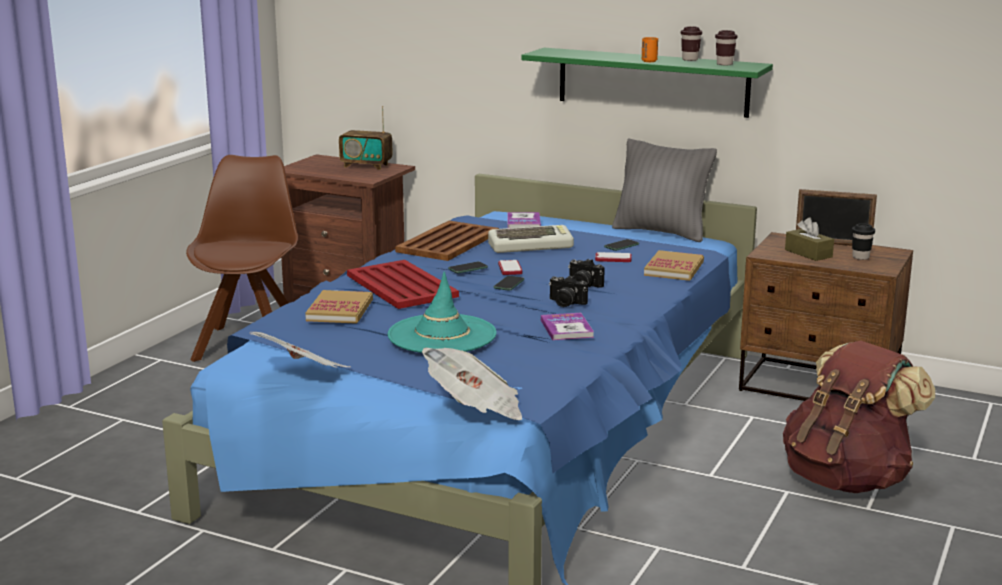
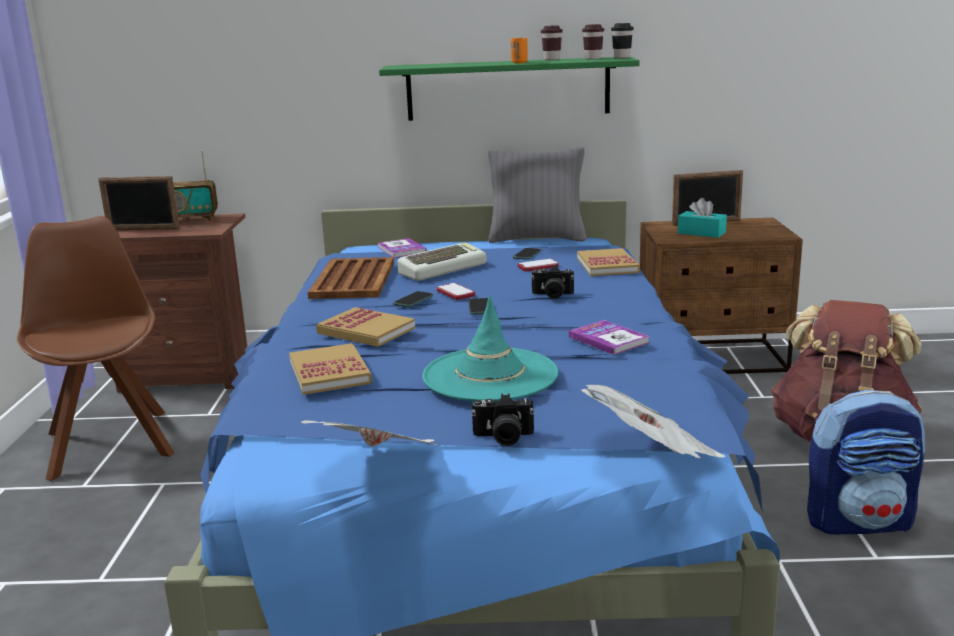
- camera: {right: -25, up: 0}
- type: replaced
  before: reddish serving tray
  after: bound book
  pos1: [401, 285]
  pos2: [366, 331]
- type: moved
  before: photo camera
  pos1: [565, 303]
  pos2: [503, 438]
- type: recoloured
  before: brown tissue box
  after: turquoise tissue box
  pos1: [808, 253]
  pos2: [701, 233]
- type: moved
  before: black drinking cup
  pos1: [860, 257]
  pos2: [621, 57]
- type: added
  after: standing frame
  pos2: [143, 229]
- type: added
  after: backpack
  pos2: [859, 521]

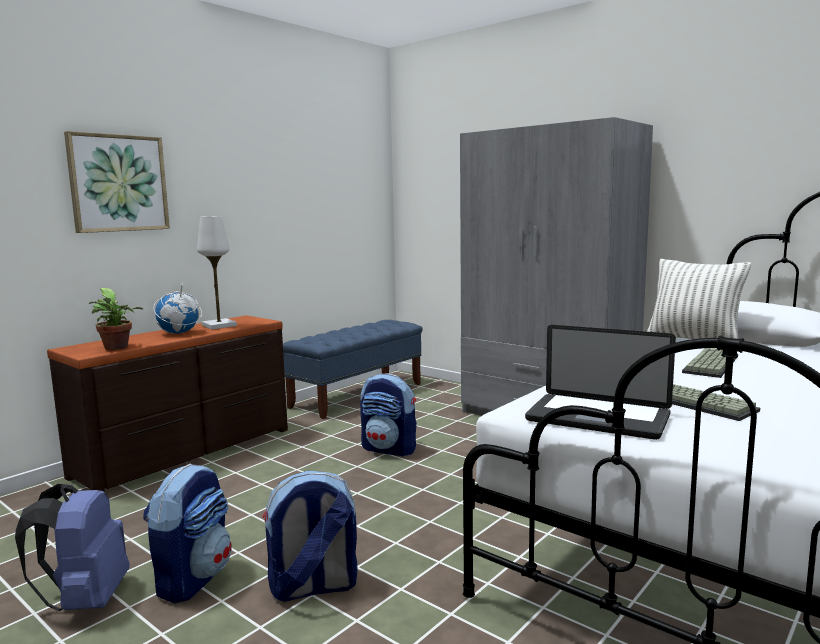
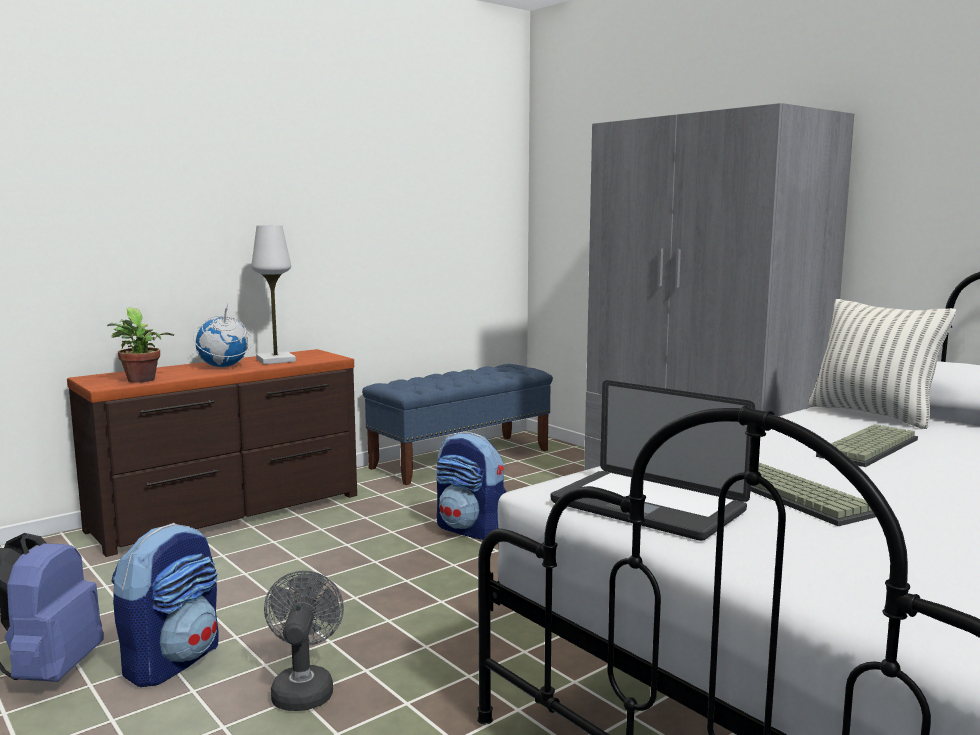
- camera: {right: 10, up: 0}
- type: removed
  before: picture
  pos1: [118, 183]
- type: replaced
  before: backpack
  after: grey electric fan
  pos1: [313, 587]
  pos2: [303, 688]

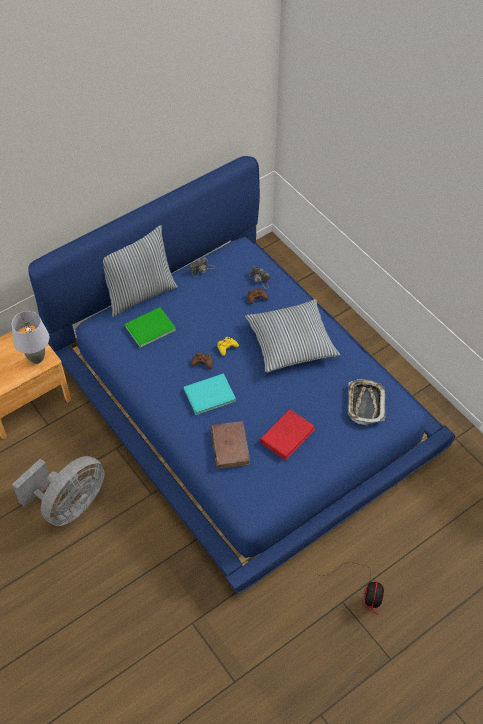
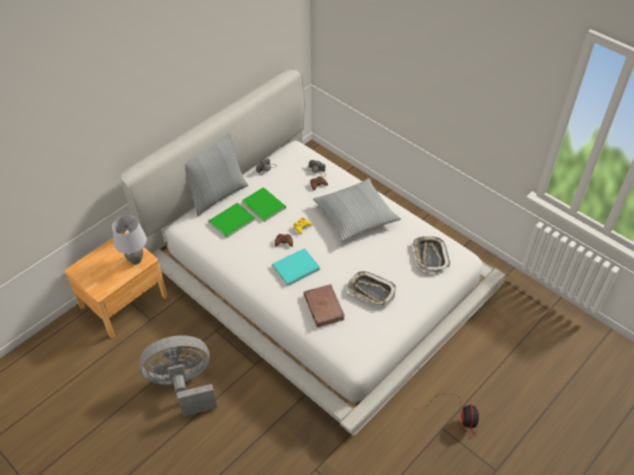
- camera: {right: -10, up: -5}
- type: turned
  before: grey electric fan
  pos1: [69, 505]
  pos2: [183, 385]
  turn: -135
- type: recoloured
  before: blue bedroom bed
  after: whitish bedroom bed
  pos1: [241, 403]
  pos2: [317, 277]
- type: replaced
  before: reddish bound book
  after: serving tray
  pos1: [287, 436]
  pos2: [371, 291]
- type: added
  after: green-coloured bound book
  pos2: [264, 204]

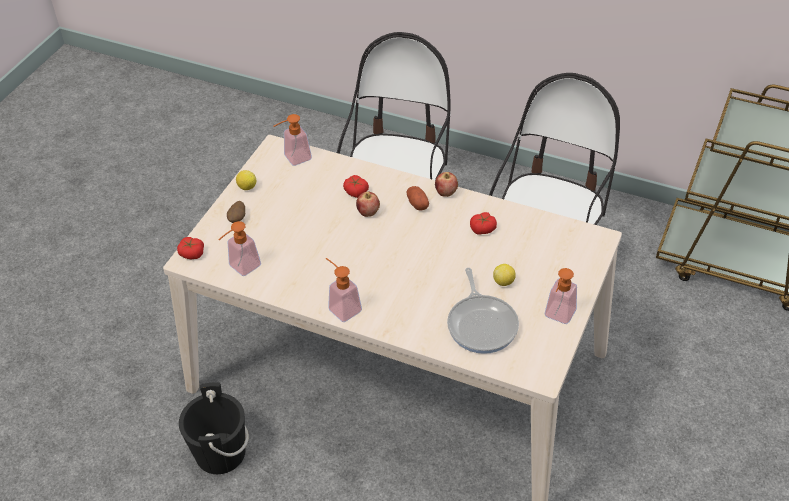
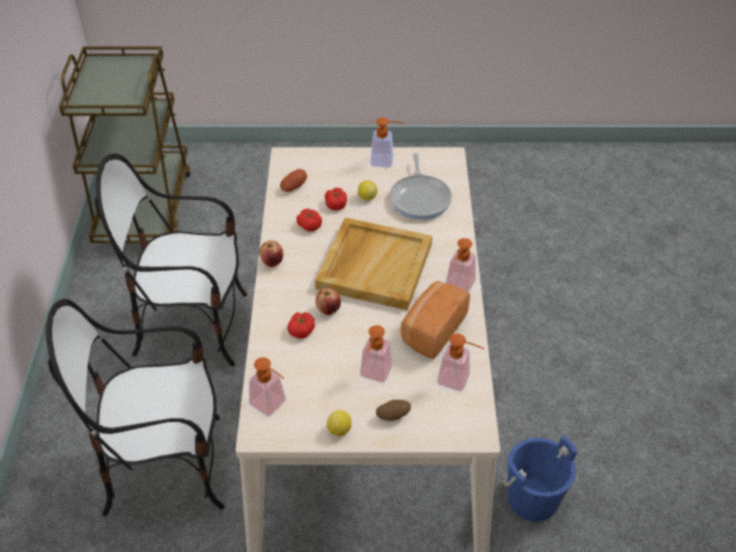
- camera: {right: -115, up: 0}
- type: moved
  before: whole tomato
  pos1: [192, 253]
  pos2: [336, 204]
- type: recoloured
  before: black water bucket
  after: blue water bucket
  pos1: [220, 453]
  pos2: [533, 498]
- type: moved
  before: whole potato
  pos1: [417, 203]
  pos2: [294, 187]
- type: turned
  before: skillet
  pos1: [482, 324]
  pos2: [420, 198]
  turn: 120
- type: added
  after: sand-coloured serving tray
  pos2: [374, 265]
- type: added
  after: soap dispenser
  pos2: [374, 375]
- type: added
  after: bakery bread
  pos2: [431, 330]

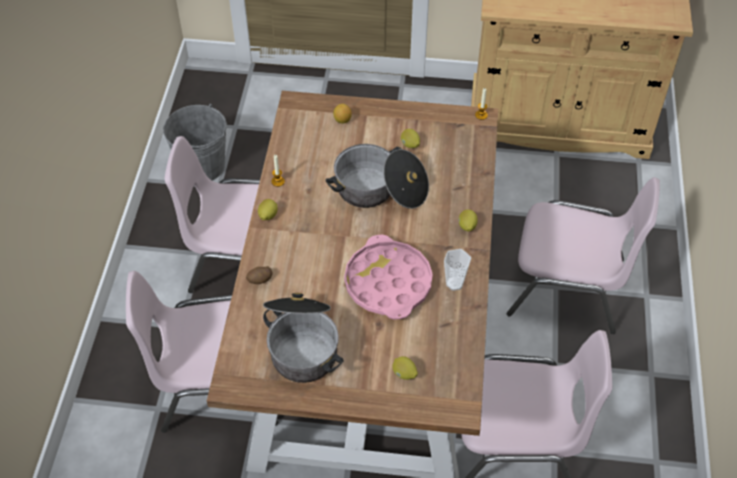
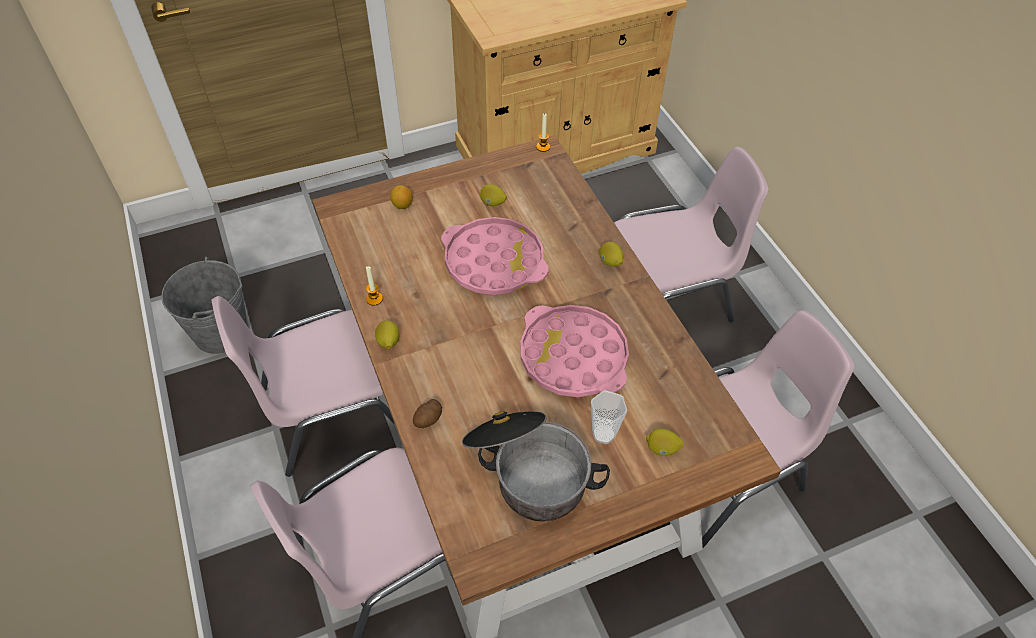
- camera: {right: -30, up: 0}
- type: replaced
  before: cooking pot
  after: pink-coloured serving tray
  pos1: [379, 190]
  pos2: [494, 262]
- type: moved
  before: drinking cup
  pos1: [454, 283]
  pos2: [603, 434]

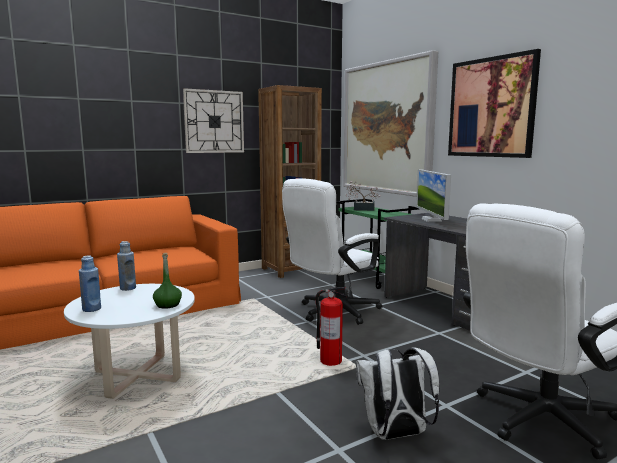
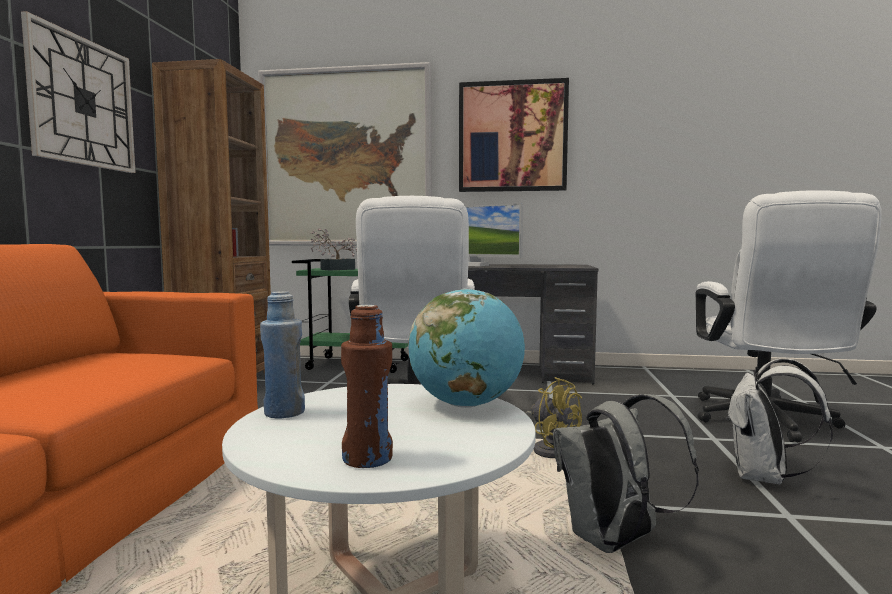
- camera: {right: -50, up: -5}
- type: recoloured
  before: blue bottle
  after: brown bottle
  pos1: [91, 309]
  pos2: [367, 459]
- type: replaced
  before: green-coloured bottle
  after: world globe
  pos1: [168, 305]
  pos2: [466, 405]
- type: replaced
  before: extinguisher
  after: yellow electric fan
  pos1: [330, 361]
  pos2: [550, 449]
- type: added
  after: grey backpack
  pos2: [615, 542]

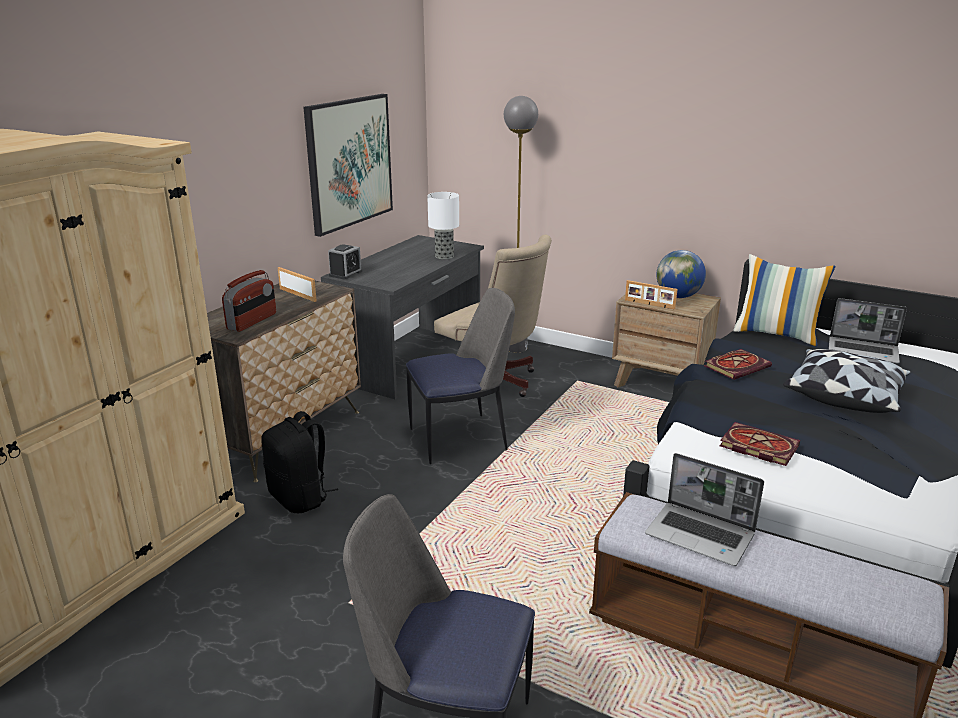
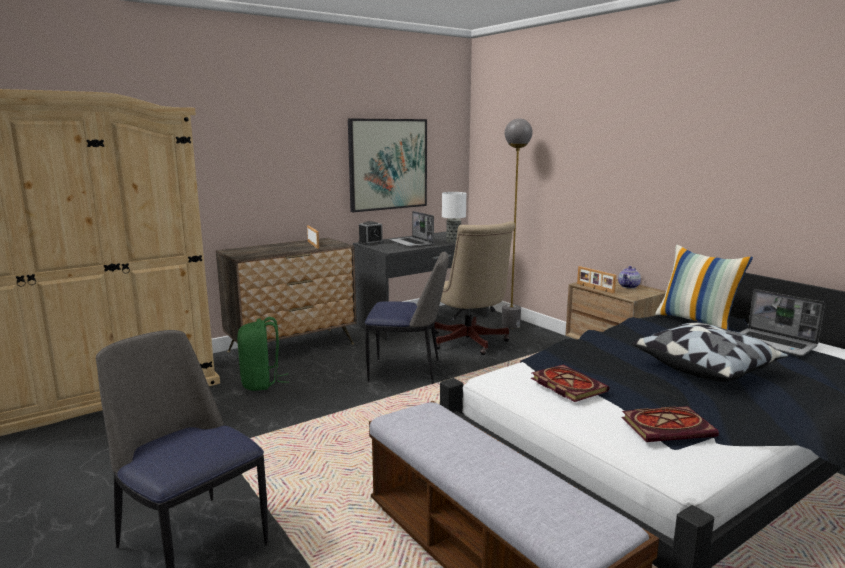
- camera: {right: 25, up: -10}
- type: removed
  before: radio receiver
  pos1: [252, 321]
- type: recoloured
  before: black backpack
  after: green-coloured backpack
  pos1: [300, 498]
  pos2: [261, 383]
- type: moved
  before: laptop
  pos1: [701, 535]
  pos2: [412, 243]
- type: replaced
  before: world globe
  after: tea pot
  pos1: [678, 296]
  pos2: [629, 286]
- type: moved
  before: bound book
  pos1: [737, 366]
  pos2: [668, 427]

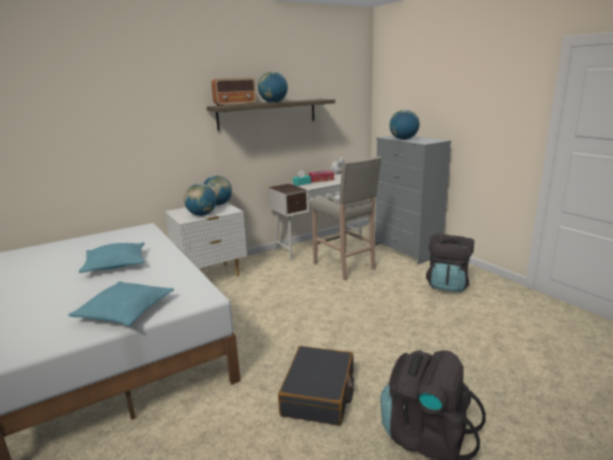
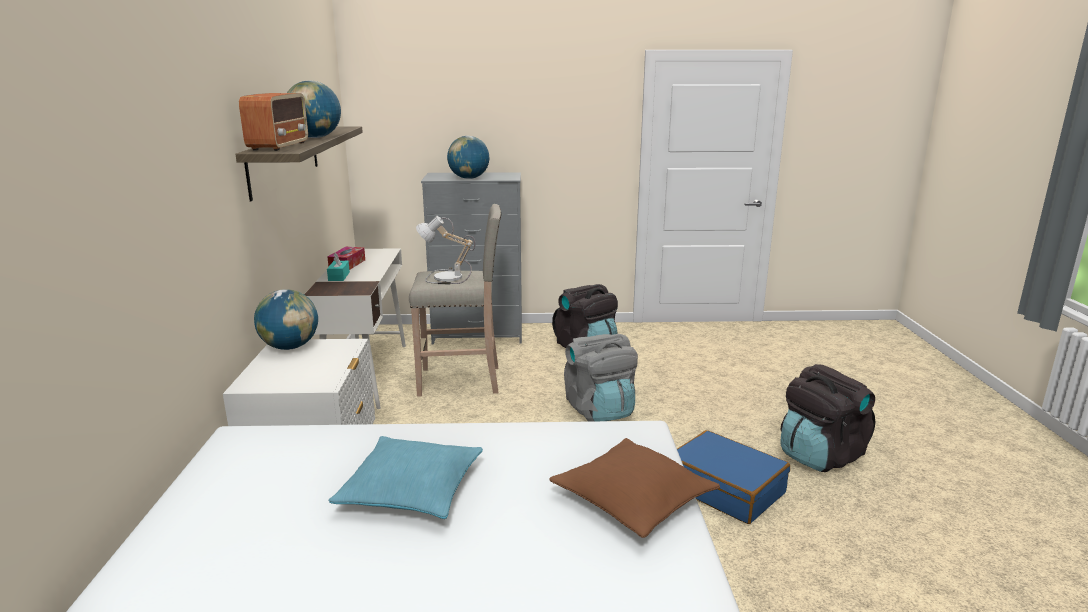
- camera: {right: -60, up: 0}
- type: recoloured
  before: turquoise pillow
  after: brown pillow
  pos1: [125, 311]
  pos2: [633, 499]
- type: removed
  before: world globe
  pos1: [202, 214]
- type: recoloured
  before: black travel case
  after: blue travel case
  pos1: [319, 394]
  pos2: [725, 489]
- type: added
  after: grey backpack
  pos2: [599, 410]

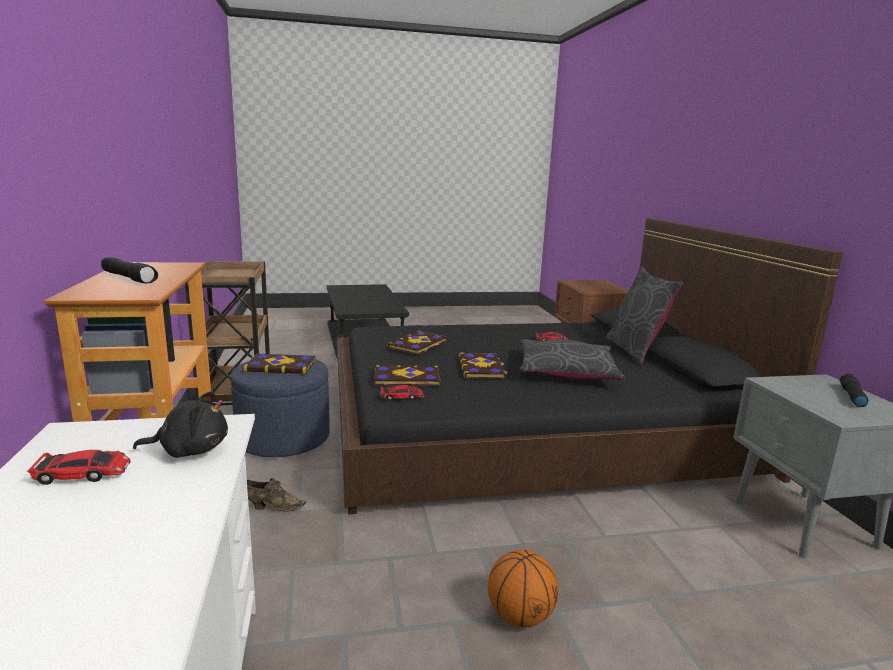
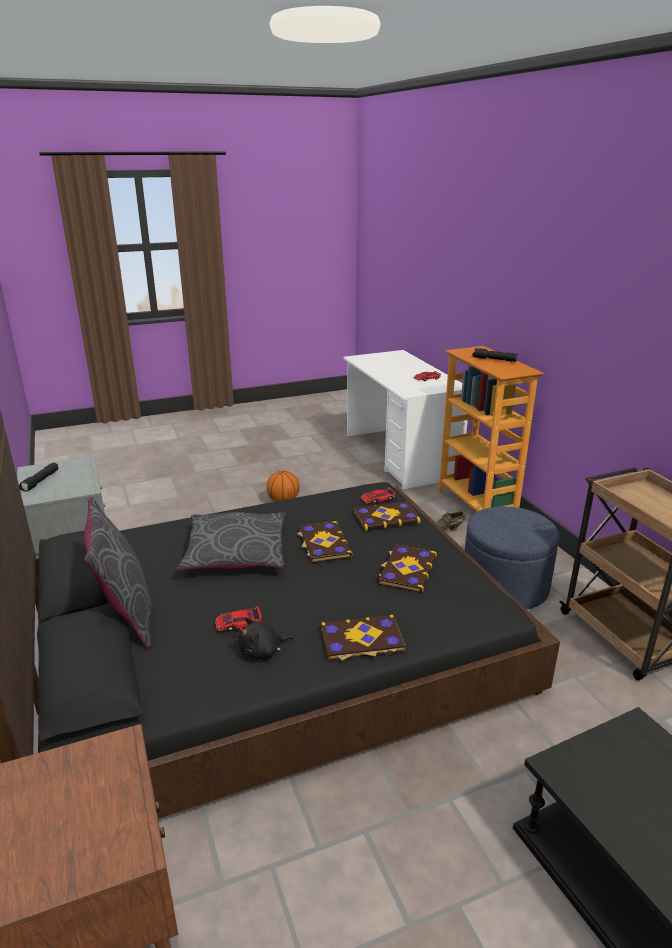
- camera: {right: 170, up: 10}
- type: moved
  before: black soft toy
  pos1: [190, 450]
  pos2: [262, 651]
- type: moved
  before: bound book
  pos1: [281, 366]
  pos2: [362, 640]

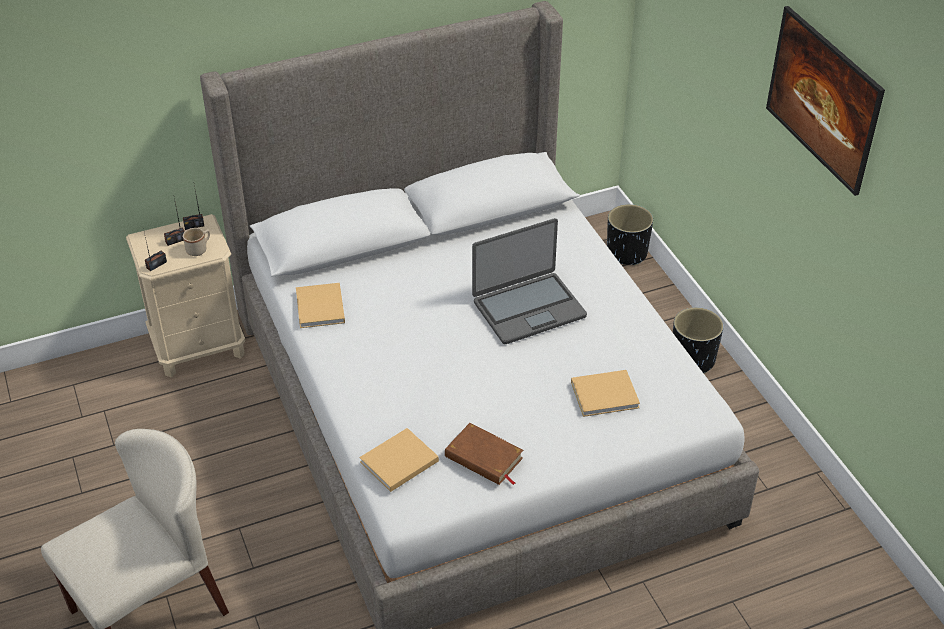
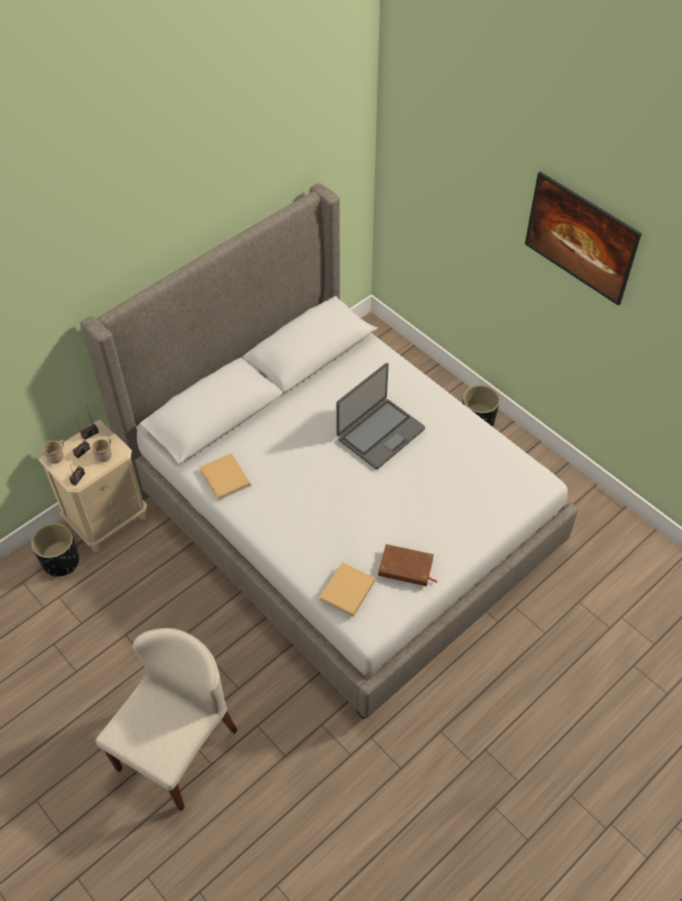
- camera: {right: -20, up: 10}
- type: removed
  before: sand-coloured bound book
  pos1: [606, 395]
- type: moved
  before: black plant pot
  pos1: [627, 253]
  pos2: [61, 561]
- type: added
  after: sand-coloured mug
  pos2: [57, 456]

